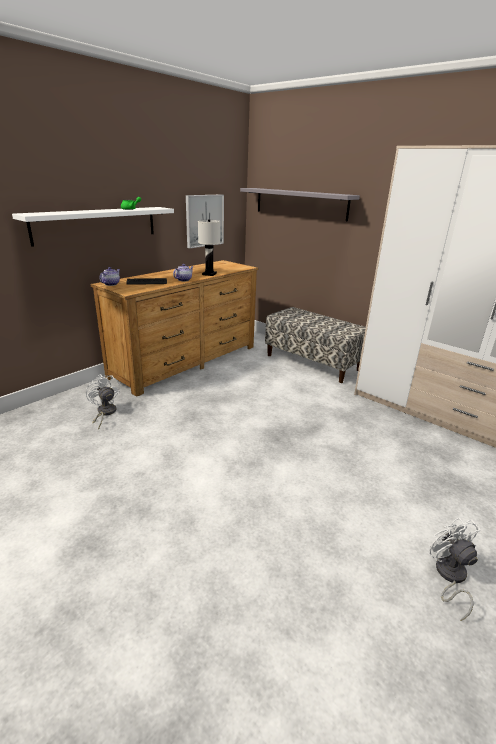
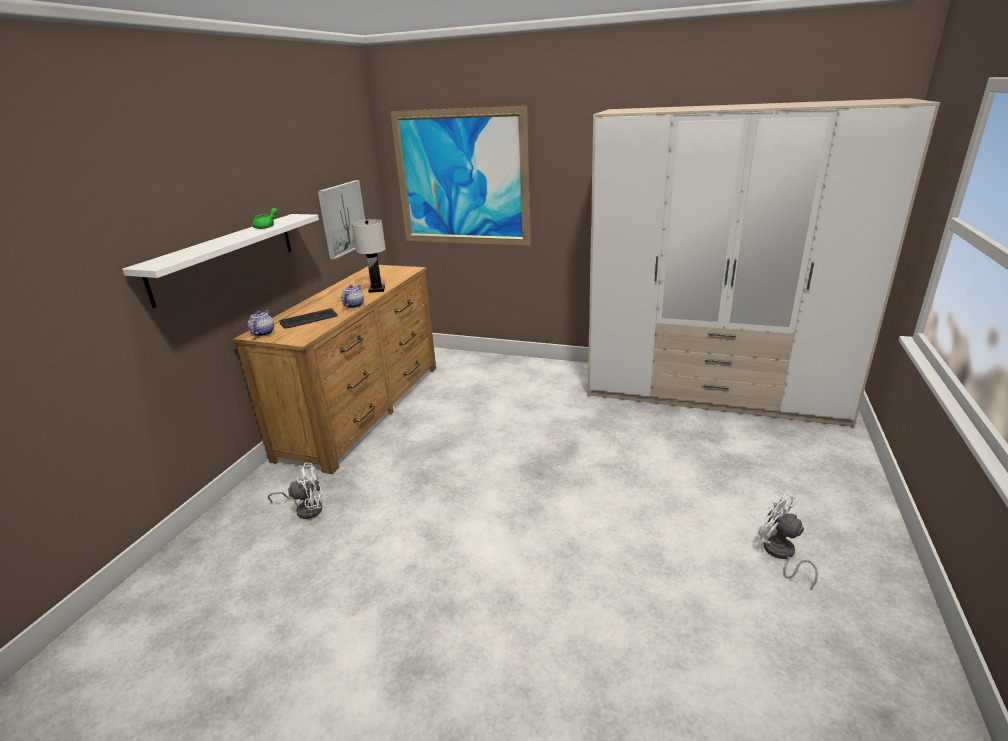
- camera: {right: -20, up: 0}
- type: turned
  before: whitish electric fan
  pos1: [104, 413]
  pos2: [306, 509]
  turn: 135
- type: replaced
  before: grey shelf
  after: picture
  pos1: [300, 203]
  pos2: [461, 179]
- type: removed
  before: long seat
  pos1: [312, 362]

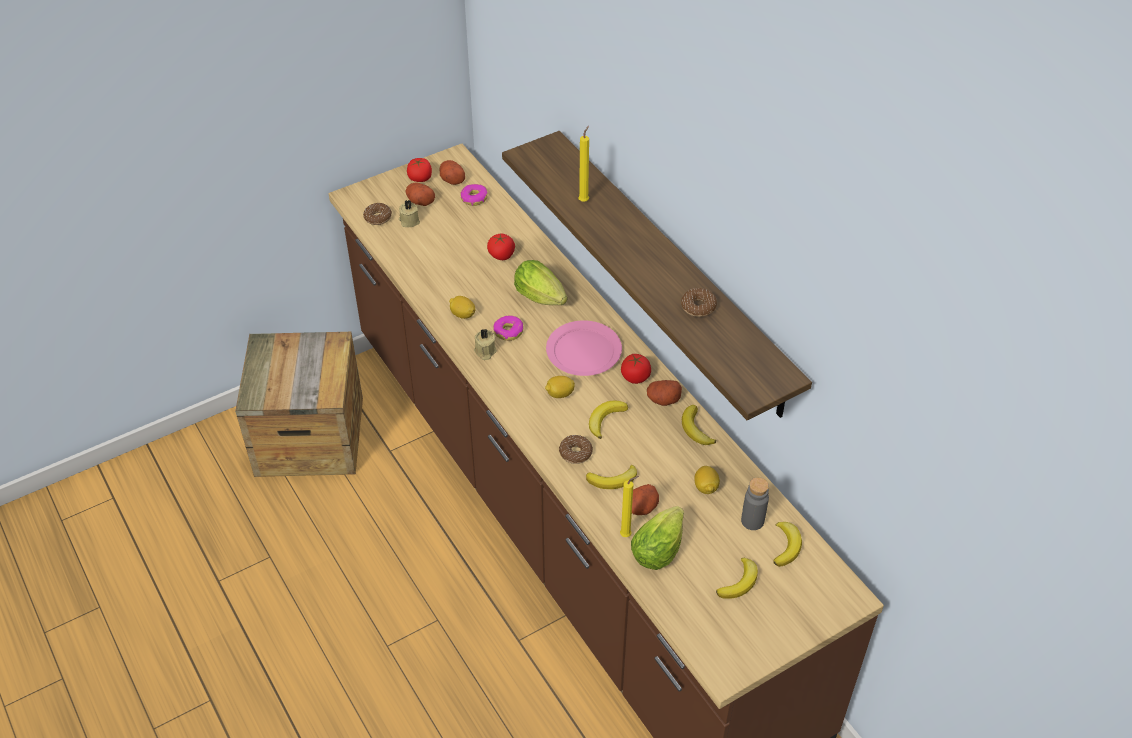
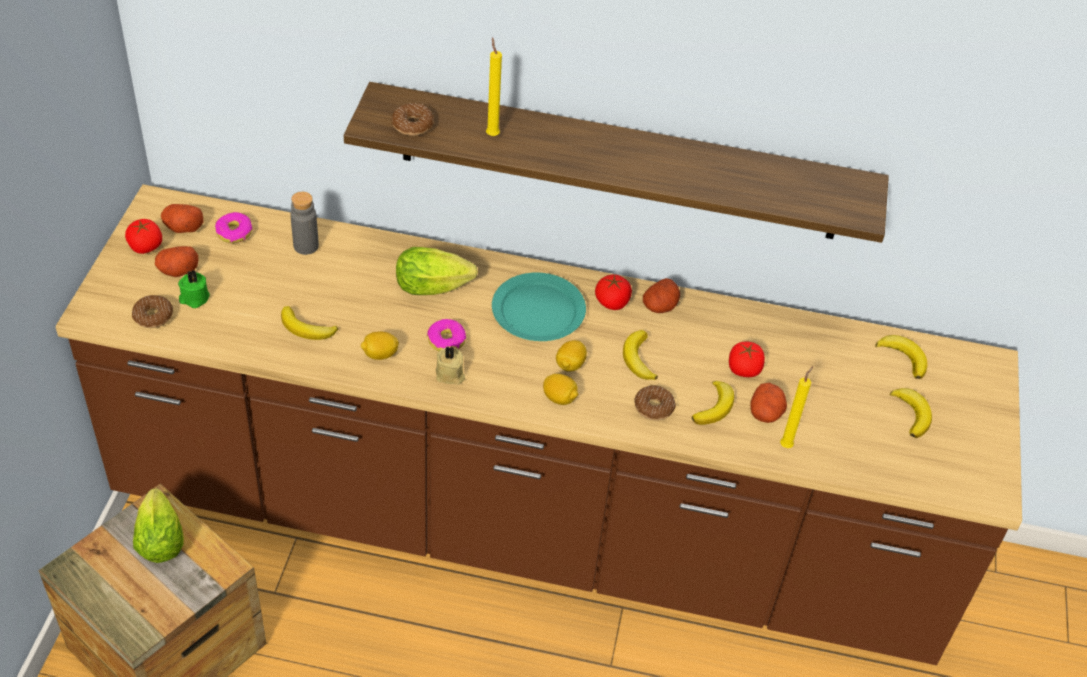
- camera: {right: -50, up: 0}
- type: recoloured
  before: sand-coloured wax candle
  after: green-coloured wax candle
  pos1: [409, 221]
  pos2: [194, 298]
- type: moved
  before: whole tomato
  pos1: [501, 255]
  pos2: [743, 369]
- type: recoloured
  before: pink-coloured dinner plate
  after: turquoise dinner plate
  pos1: [584, 351]
  pos2: [539, 311]
- type: moved
  before: lettuce head
  pos1: [660, 547]
  pos2: [160, 537]
- type: moved
  before: doughnut
  pos1: [698, 307]
  pos2: [412, 125]
- type: moved
  before: whole banana
  pos1: [695, 429]
  pos2: [306, 328]
- type: moved
  before: citrus fruit
  pos1: [705, 487]
  pos2: [559, 398]
- type: moved
  before: grey bottle
  pos1: [752, 521]
  pos2: [306, 246]

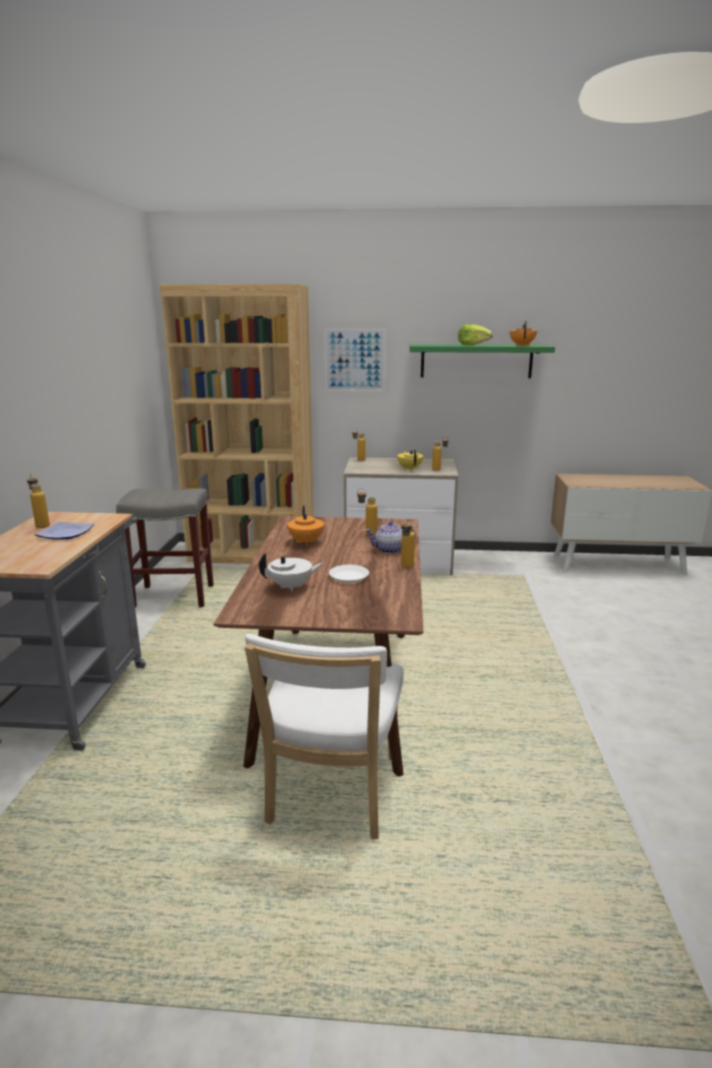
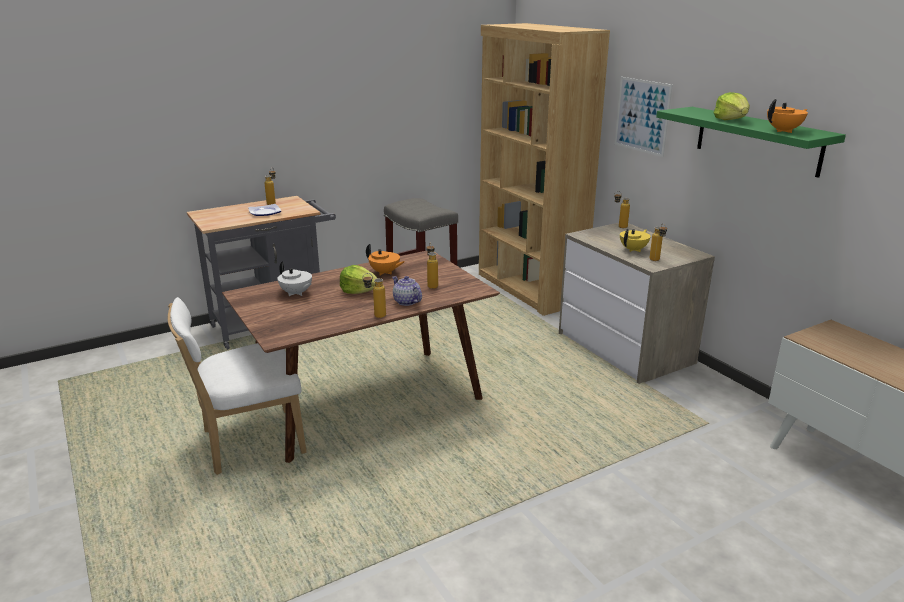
- camera: {right: 55, up: 5}
- type: turned
  before: orangey tea pot
  pos1: [305, 542]
  pos2: [385, 273]
  turn: -105
- type: removed
  before: whitish dinner plate
  pos1: [349, 577]
- type: added
  after: lettuce head
  pos2: [359, 291]

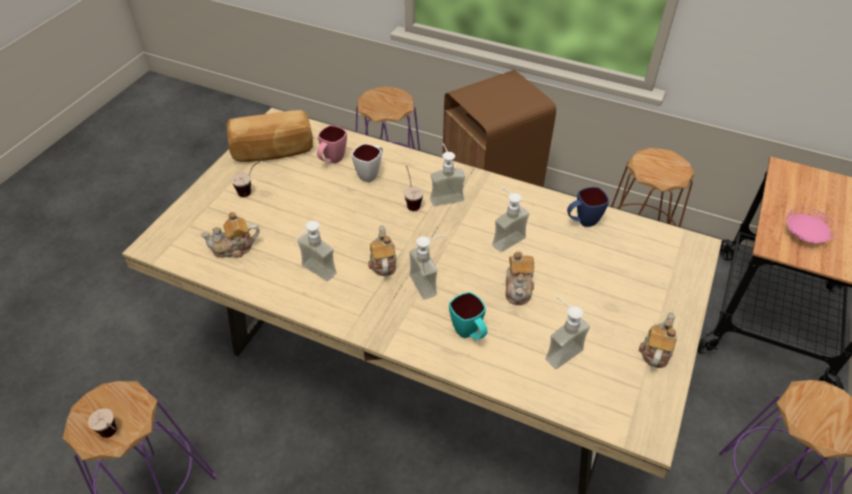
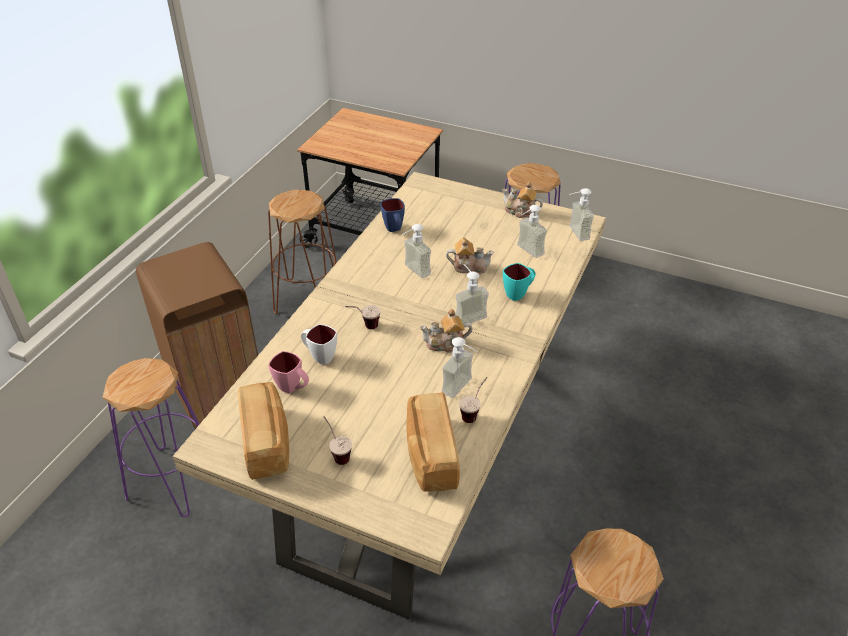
- camera: {right: -90, up: -5}
- type: moved
  before: drinking cup
  pos1: [114, 436]
  pos2: [474, 412]
- type: replaced
  before: tea pot
  after: bakery bread
  pos1: [234, 248]
  pos2: [430, 455]
- type: moved
  before: soap dispenser
  pos1: [445, 195]
  pos2: [573, 233]
- type: removed
  before: pink-coloured dinner plate
  pos1: [804, 235]

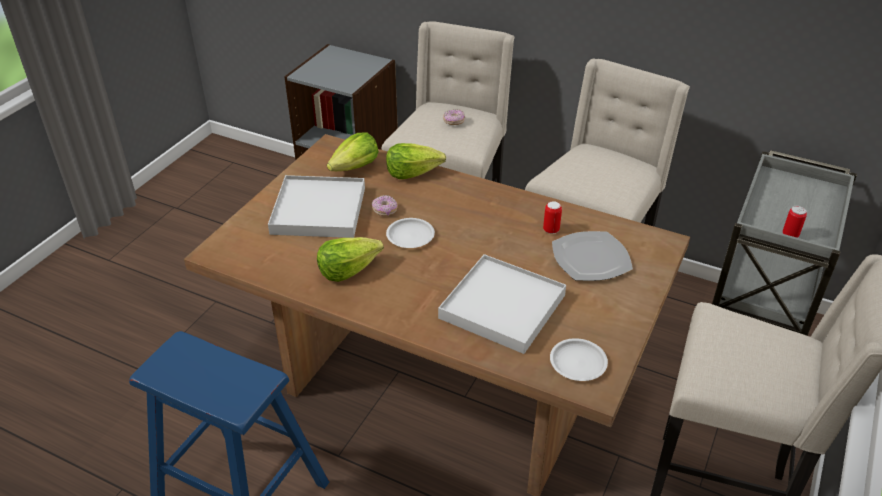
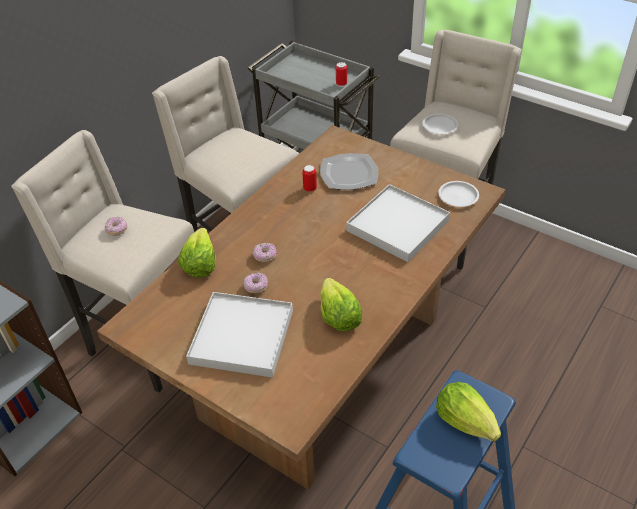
- camera: {right: -80, up: 5}
- type: moved
  before: lettuce head
  pos1: [355, 167]
  pos2: [466, 421]
- type: moved
  before: whitish dinner plate
  pos1: [410, 236]
  pos2: [440, 126]
- type: added
  after: doughnut
  pos2: [265, 256]

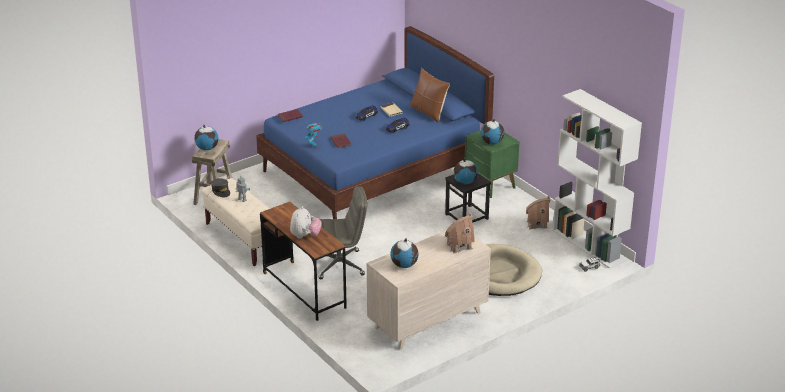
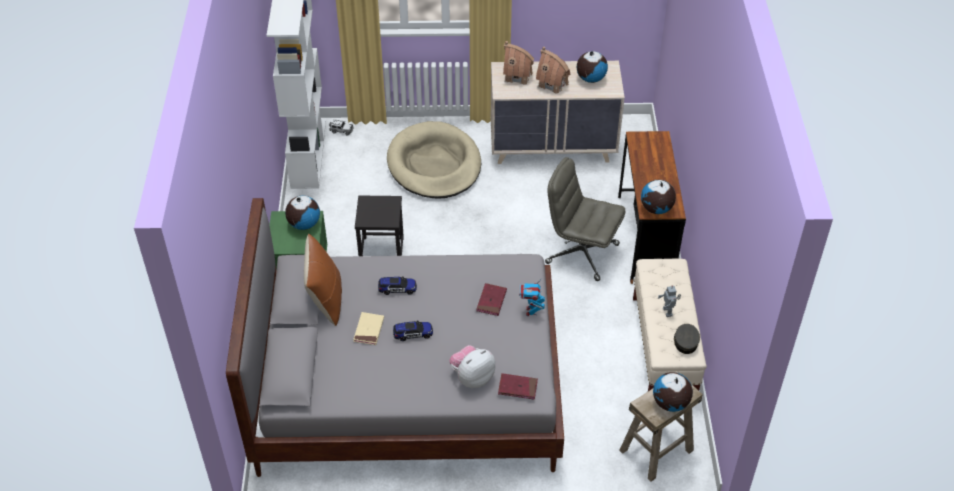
- camera: {right: -145, up: 15}
- type: recoloured
  before: blue bedroom bed
  after: grey bedroom bed
  pos1: [375, 171]
  pos2: [408, 387]
- type: moved
  before: soft toy
  pos1: [305, 236]
  pos2: [472, 378]
- type: moved
  before: world globe
  pos1: [465, 182]
  pos2: [656, 209]
- type: moved
  before: toy house
  pos1: [537, 224]
  pos2: [552, 84]

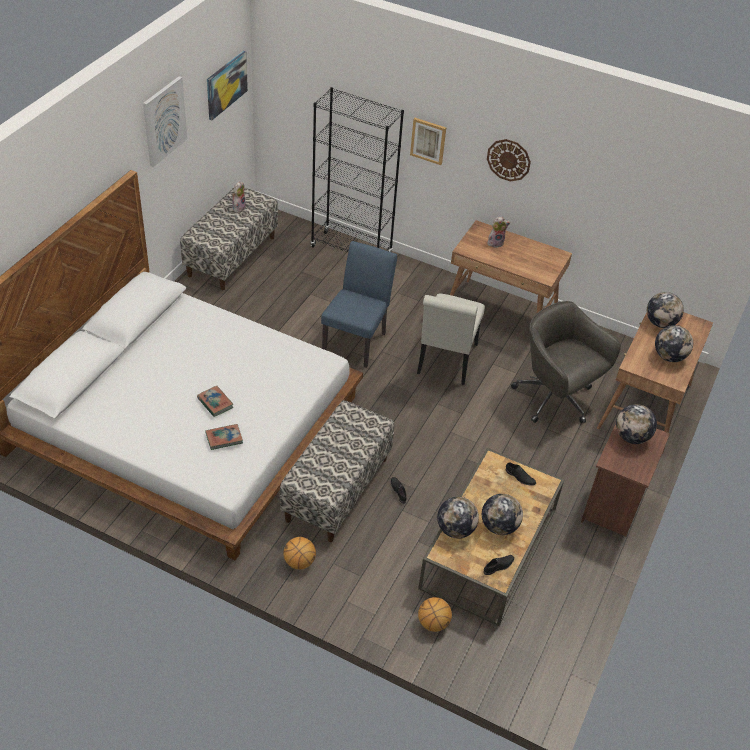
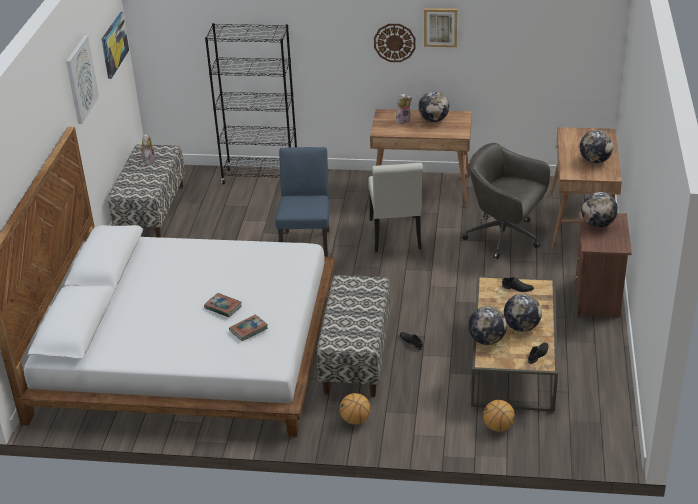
- camera: {right: -15, up: -10}
- type: moved
  before: picture
  pos1: [428, 140]
  pos2: [440, 27]
- type: moved
  before: world globe
  pos1: [660, 323]
  pos2: [433, 120]

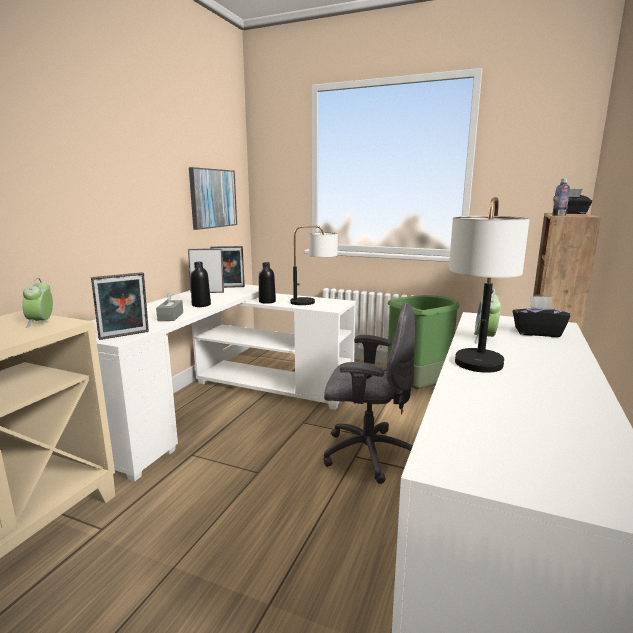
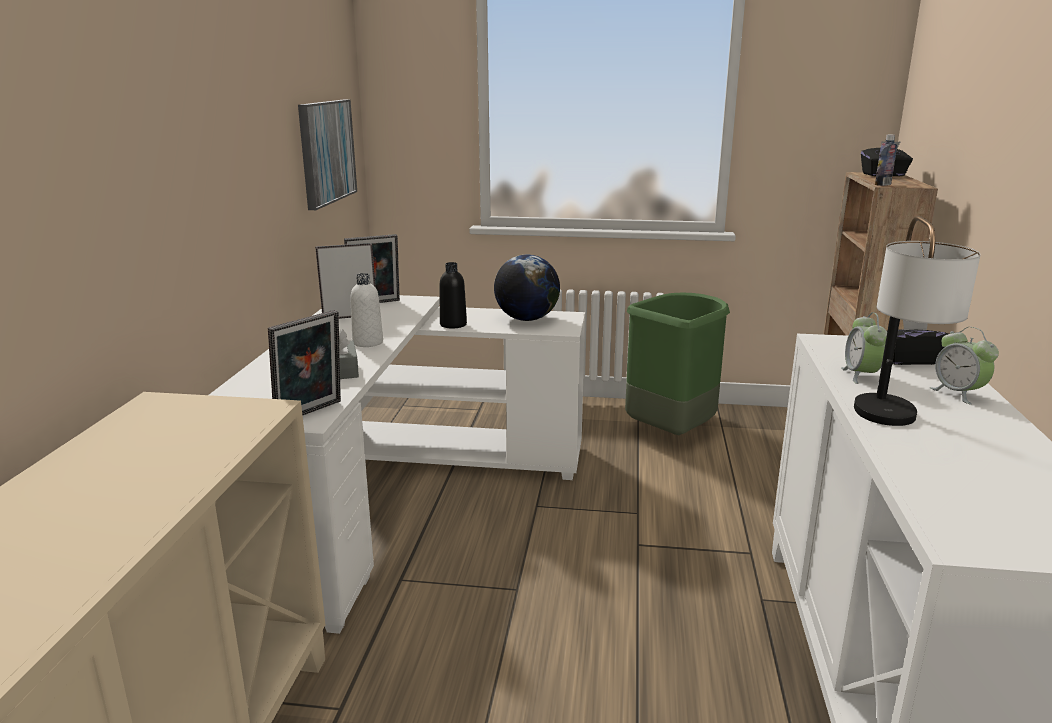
- camera: {right: -15, up: 5}
- type: moved
  before: alarm clock
  pos1: [41, 323]
  pos2: [958, 393]
- type: recoloured
  before: black bottle
  after: whitish bottle
  pos1: [201, 305]
  pos2: [368, 342]
- type: replaced
  before: tabletop lamp
  after: world globe
  pos1: [314, 302]
  pos2: [526, 319]
- type: removed
  before: grey office chair
  pos1: [366, 453]

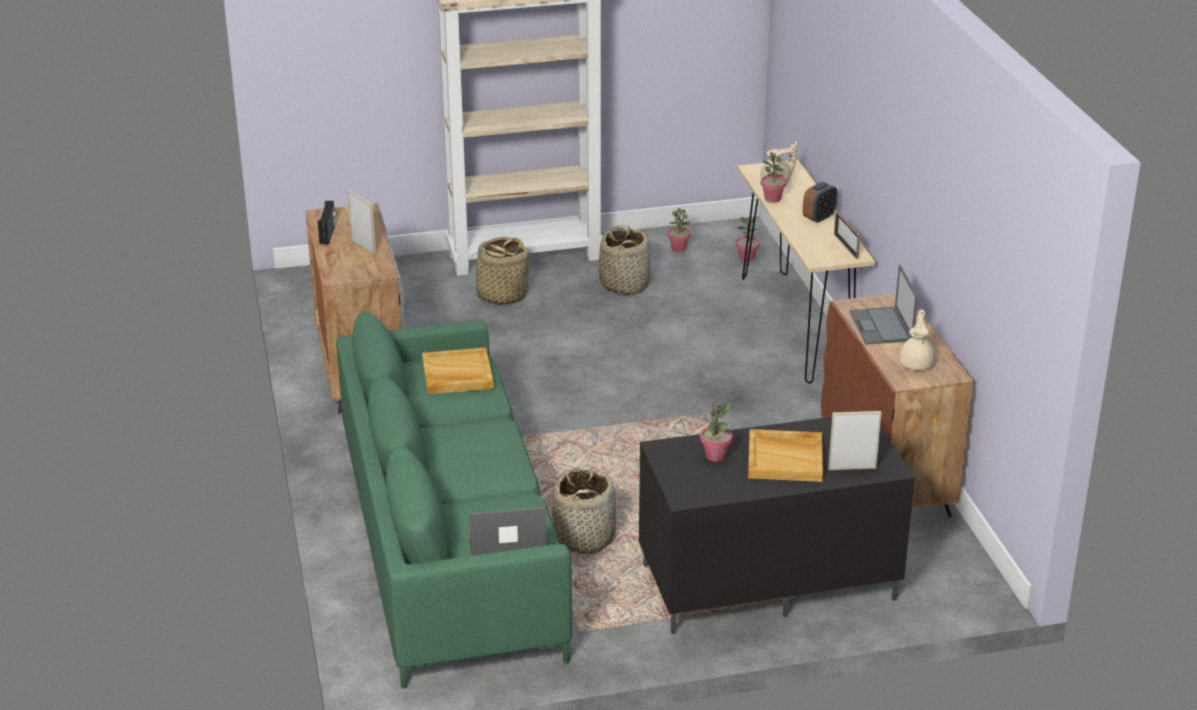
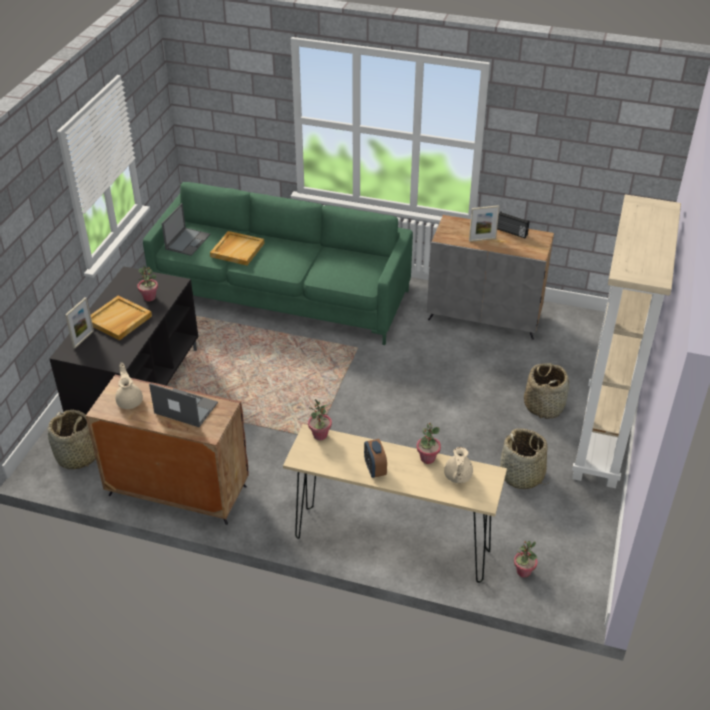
- camera: {right: 120, up: 10}
- type: moved
  before: sand-coloured serving tray
  pos1: [456, 374]
  pos2: [237, 250]
- type: moved
  before: household basket
  pos1: [585, 537]
  pos2: [77, 456]
- type: moved
  before: plant in a pot
  pos1: [678, 248]
  pos2: [320, 435]
- type: removed
  before: standing frame
  pos1: [846, 246]
- type: turned
  before: sand-coloured tea pot
  pos1: [917, 363]
  pos2: [130, 401]
  turn: -150

